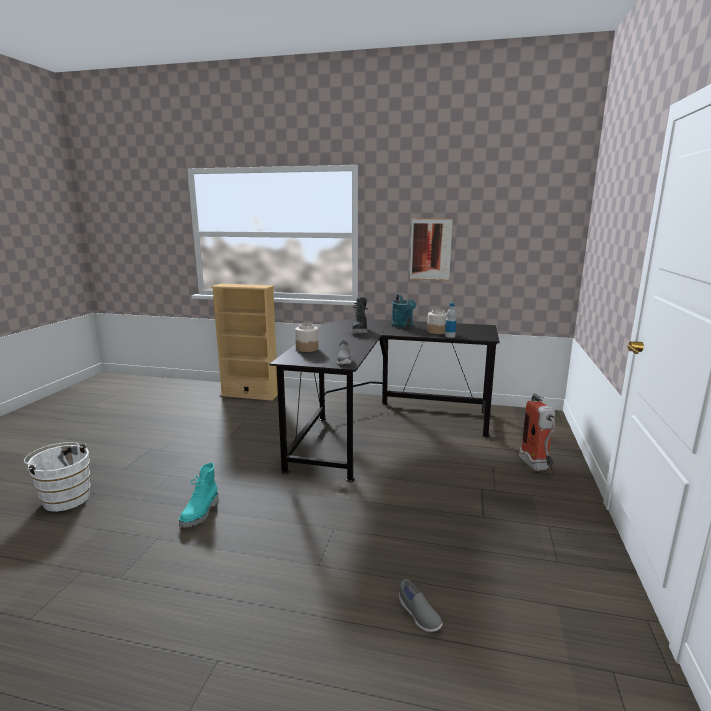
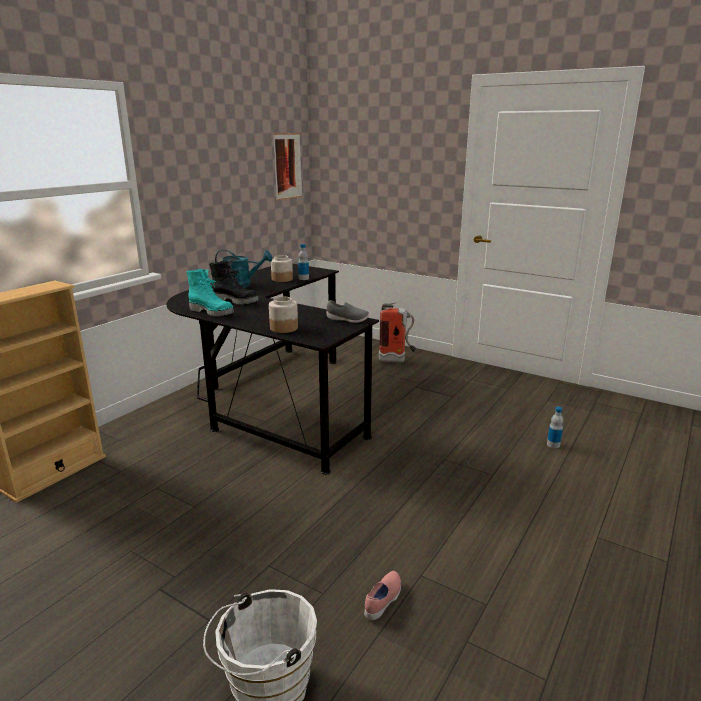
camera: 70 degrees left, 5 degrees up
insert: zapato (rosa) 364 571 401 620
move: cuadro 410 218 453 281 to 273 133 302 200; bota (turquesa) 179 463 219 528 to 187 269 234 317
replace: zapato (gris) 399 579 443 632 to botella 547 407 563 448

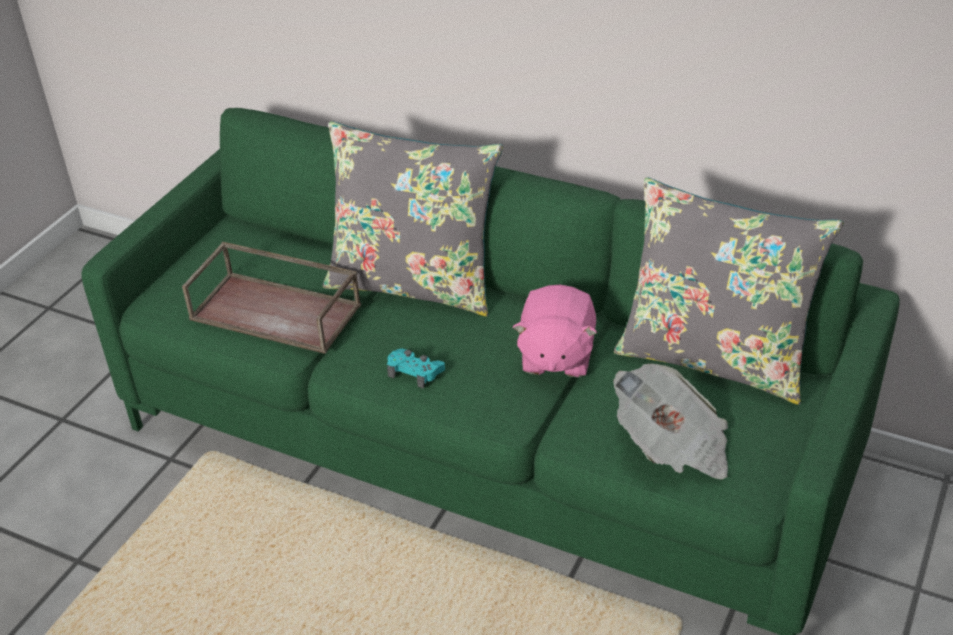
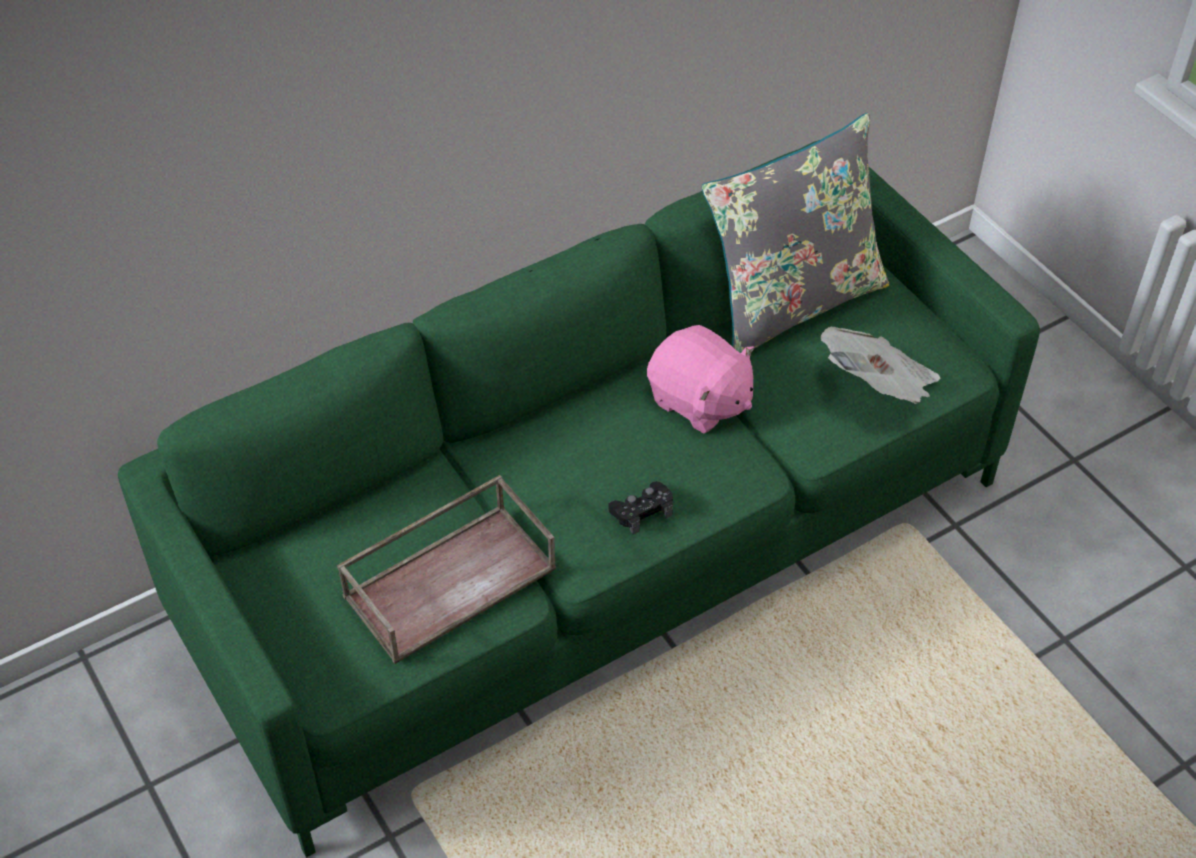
camera: 60 degrees left, 10 degrees up
delete: cojín (gris) 323 121 503 316
recolor: mando de consola (turquesa) 387 348 445 389 to mando de consola (negro) 608 481 673 534

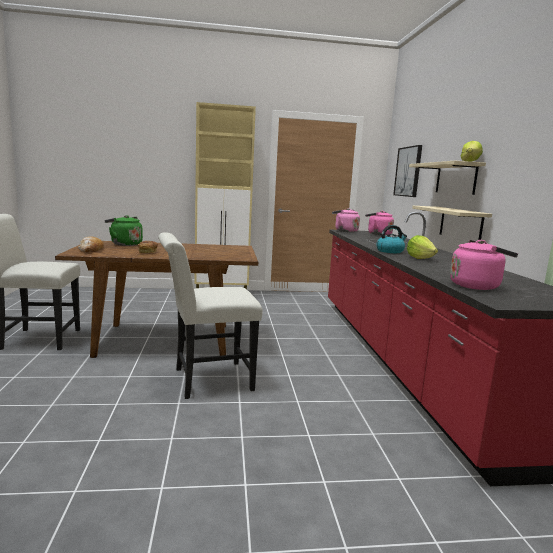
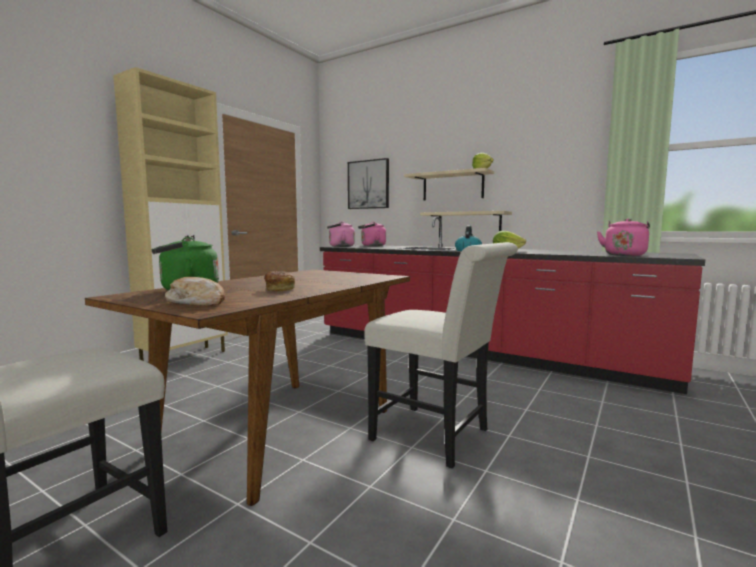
camera: 50 degrees left, 5 degrees down
rotate: silla (blanco) 158 232 262 399 = 364 242 518 468 75 degrees counterclockwise

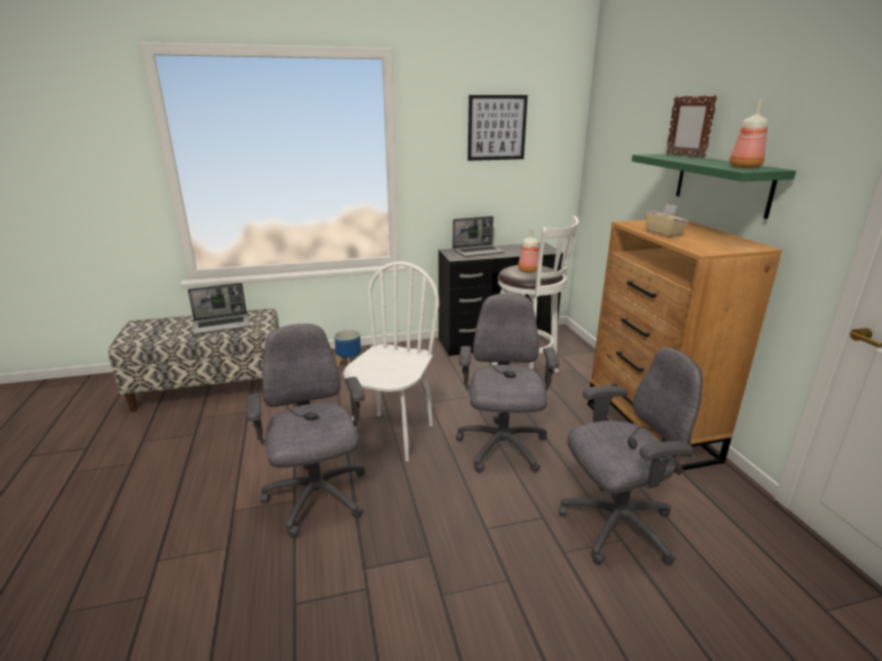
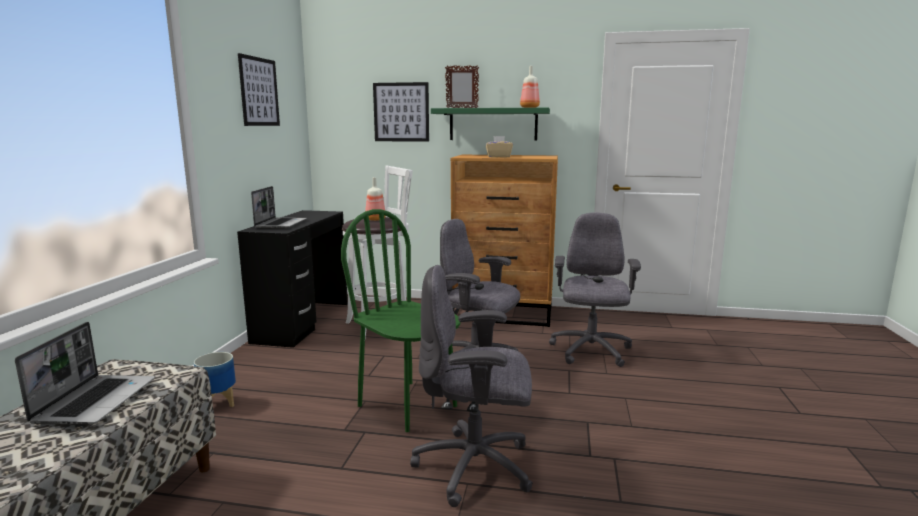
camera: 65 degrees left, 10 degrees down
insert: cuadro 373 82 429 142
recolor: silla (blanco) 343 261 439 462 to silla (verde) 341 209 461 432

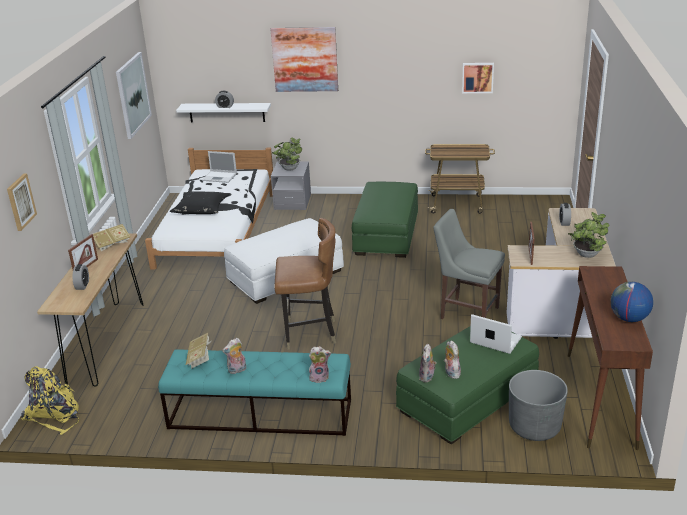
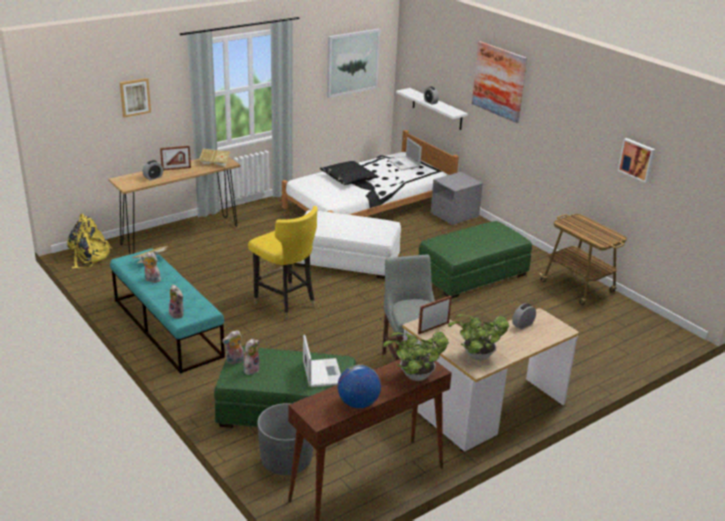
camera: 45 degrees right, 0 degrees up
move: planta en maceta 272 138 302 171 to 383 332 449 381
recolor: silla (marrón) 275 218 336 349 to silla (amarillo) 248 206 317 320

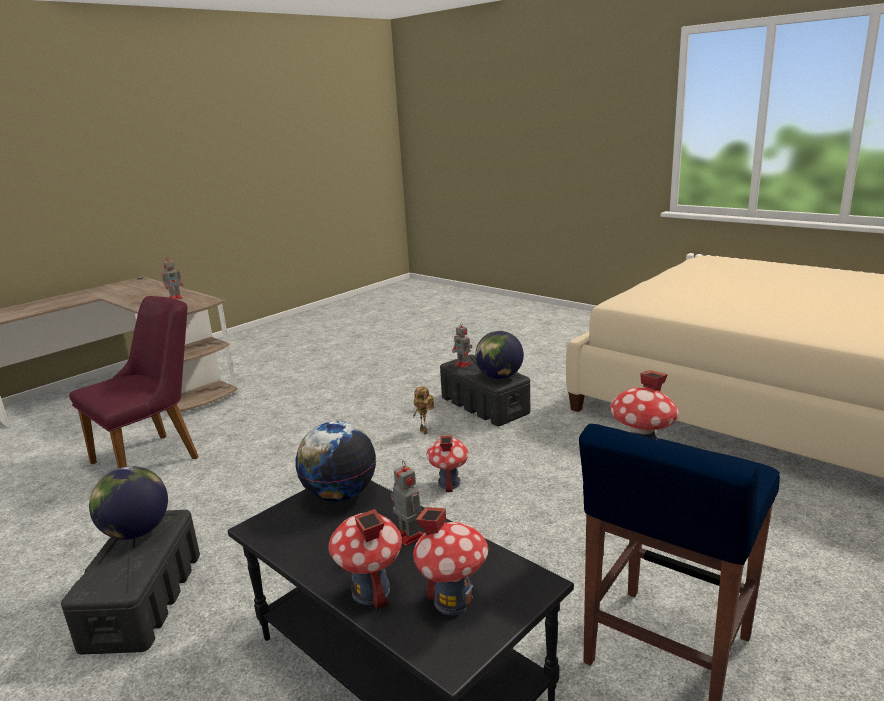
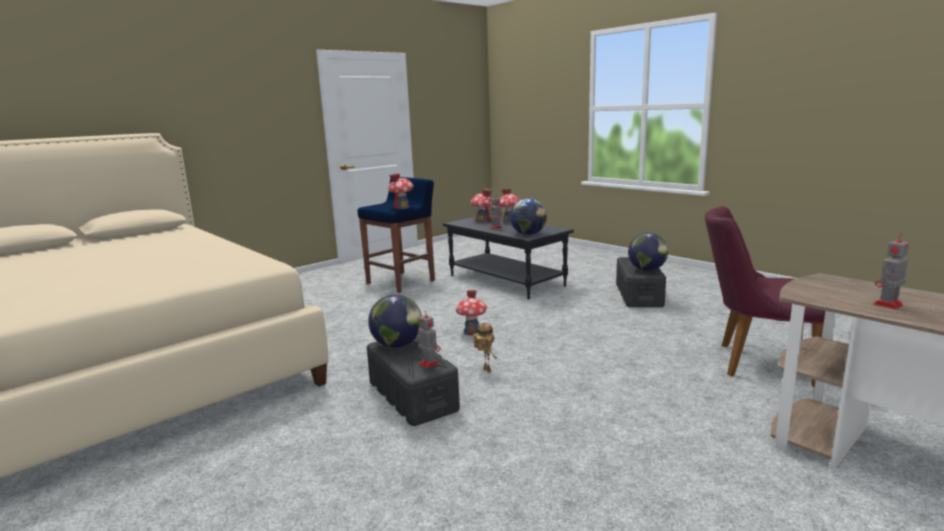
camera: 175 degrees left, 5 degrees down
rotate: silla (morado) 69 296 199 468 = 705 206 825 387 60 degrees clockwise

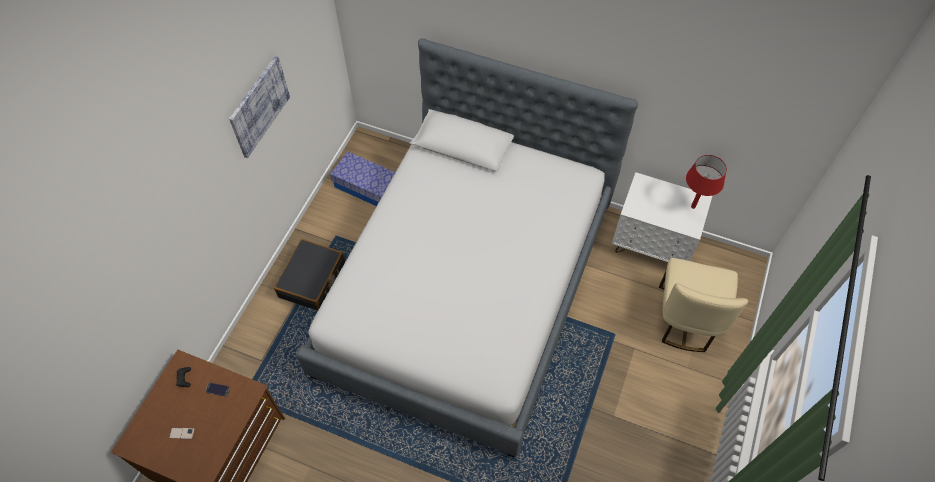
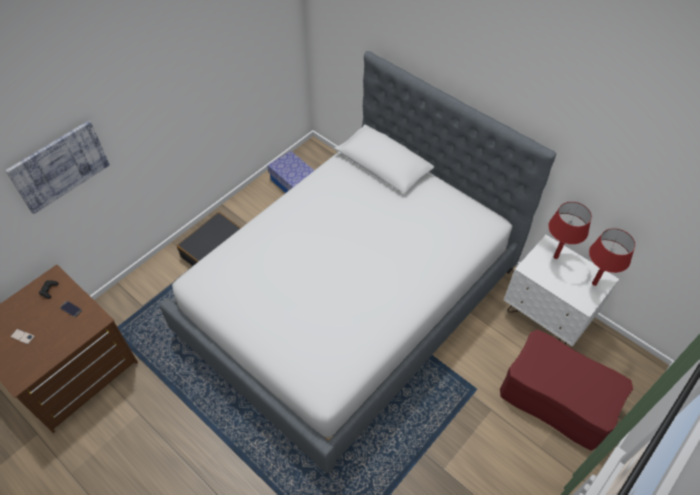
camera: 20 degrees right, 5 degrees down
insert: lámpara de mesa (rojo) 548 202 592 259
move: cuadro 229 56 290 158 to 5 121 110 214
replace: silla (beis) 659 258 748 352 to puf (rojo) 500 330 633 451

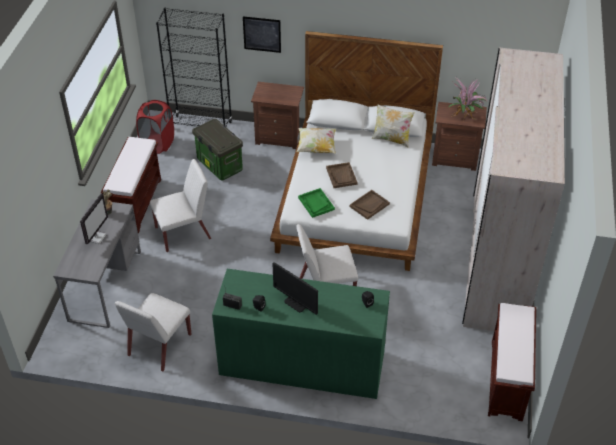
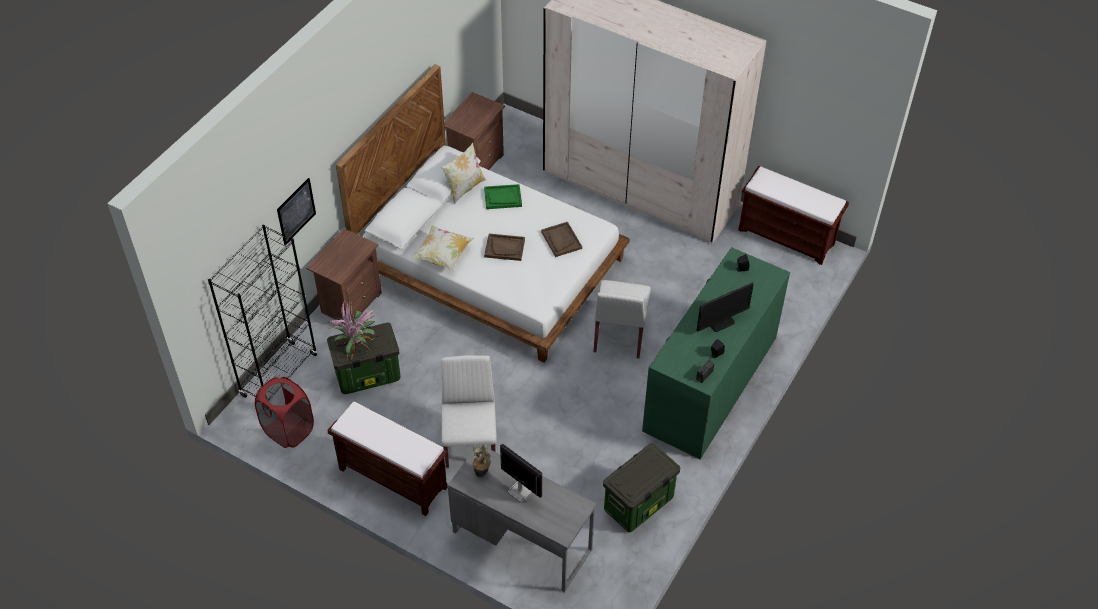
camera: 70 degrees left, 5 degrees up
move: planta en maceta 448 76 487 119 to 325 301 375 359; bandeja (verde) 298 188 335 218 to 484 184 522 209
replace: silla (blanco) 115 293 192 371 to caja de almacenaje 603 443 680 532

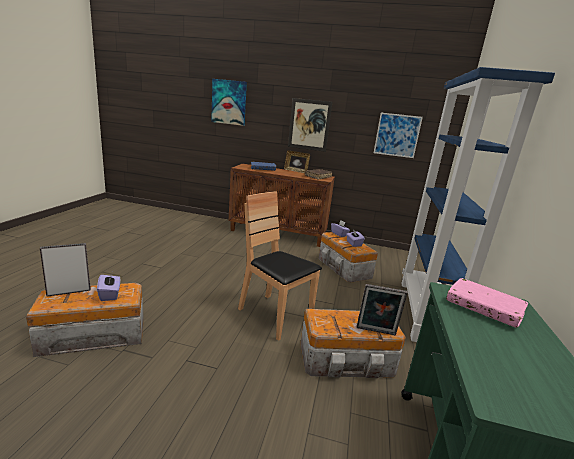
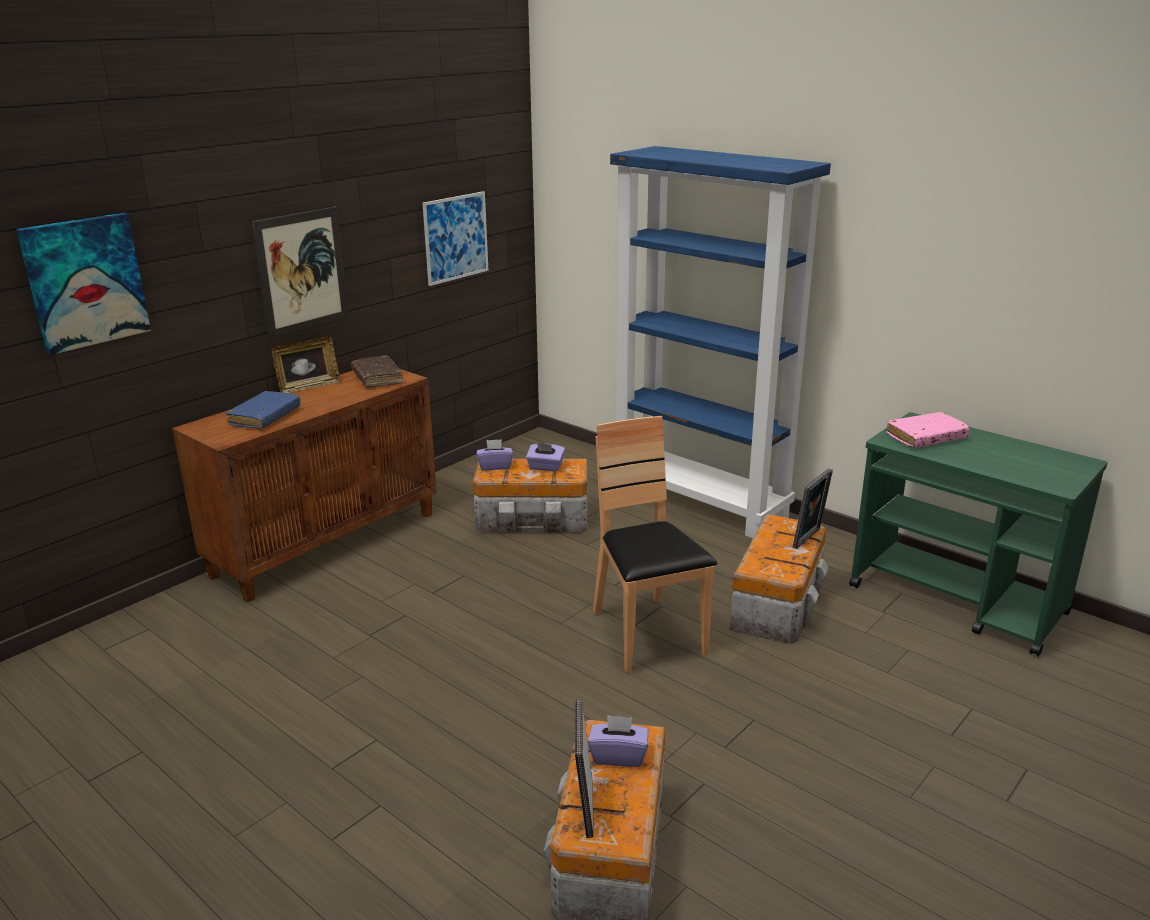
camera: 60 degrees left, 5 degrees up
rotate: silla (marrón) 238 191 322 341 = 593 416 717 673 90 degrees clockwise

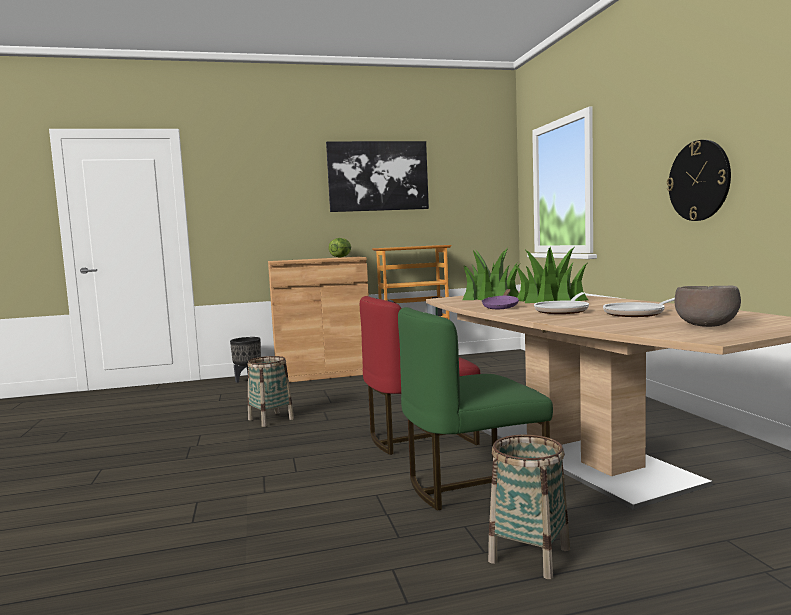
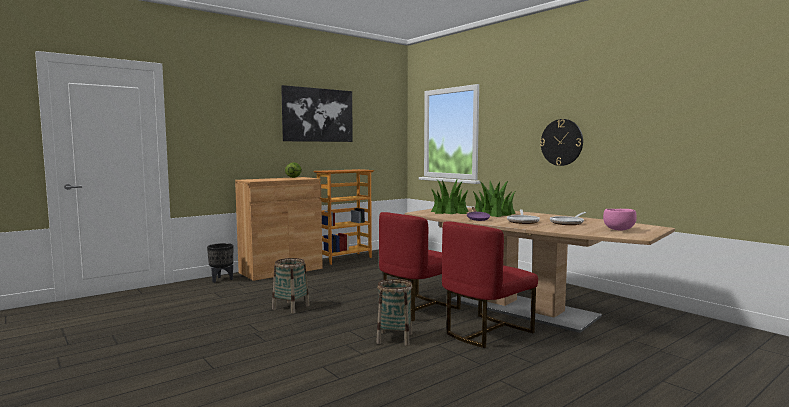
camera: 25 degrees left, 0 degrees up
move: cesta 488 435 570 579 to 376 279 412 346
recolor: cuenco (marrón) 675 285 741 327 to cuenco (rosa) 603 209 637 230; silla (verde) 398 307 553 511 to silla (rojo) 442 221 538 348

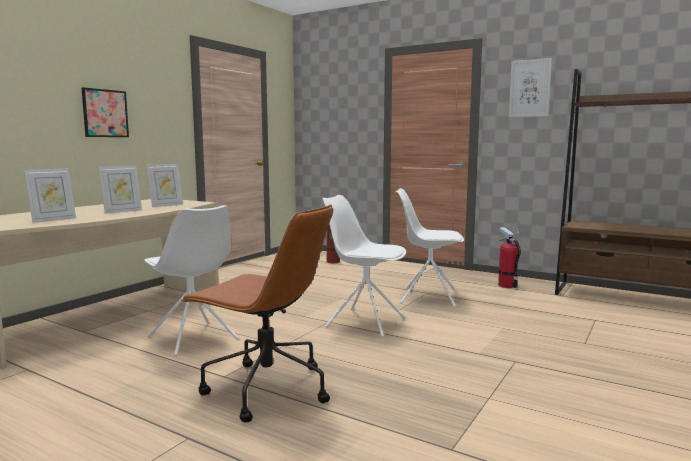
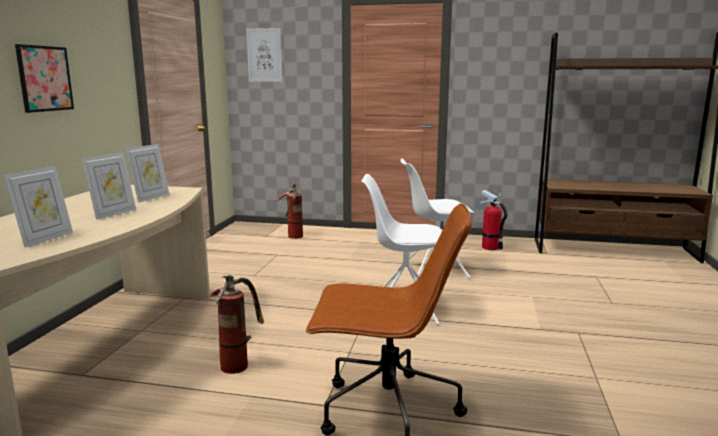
camera: 20 degrees left, 5 degrees up
move: cuadro 509 58 552 117 to 246 28 283 82
replace: silla (blanco) 145 205 239 356 to extintor 209 275 264 374

